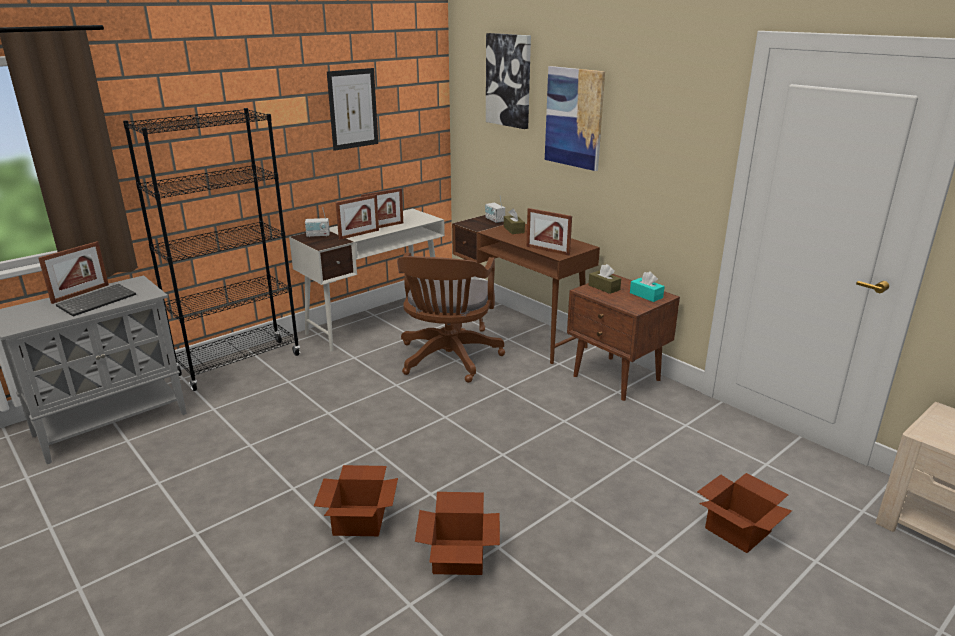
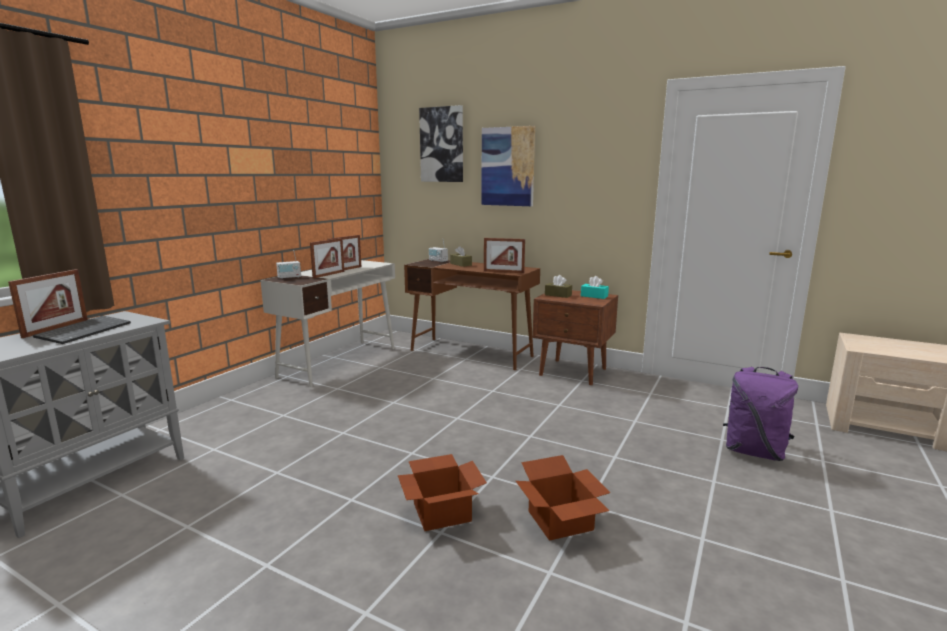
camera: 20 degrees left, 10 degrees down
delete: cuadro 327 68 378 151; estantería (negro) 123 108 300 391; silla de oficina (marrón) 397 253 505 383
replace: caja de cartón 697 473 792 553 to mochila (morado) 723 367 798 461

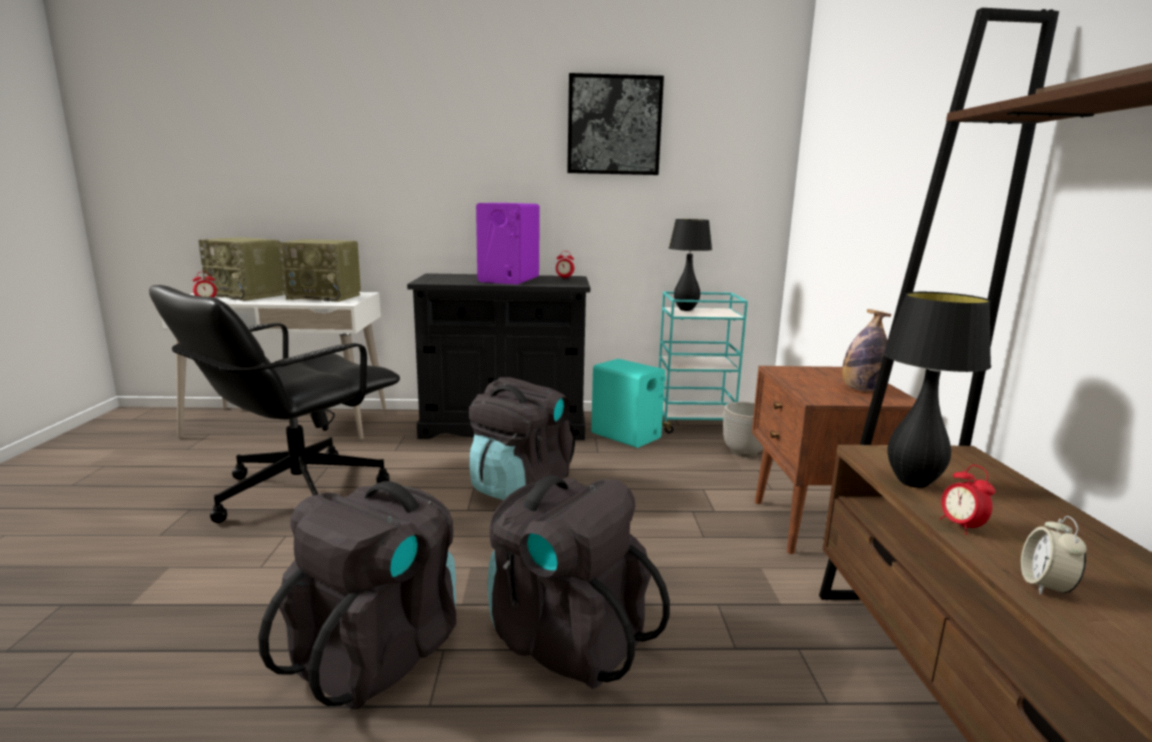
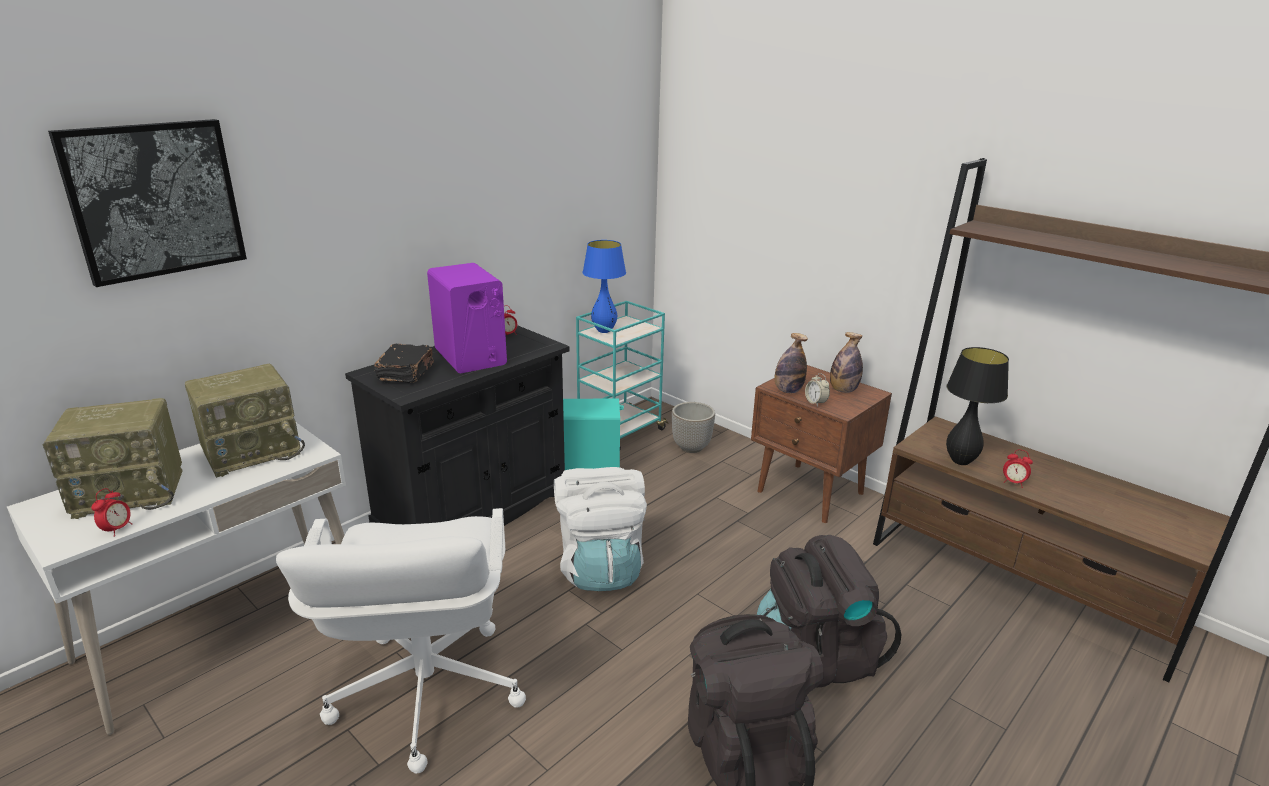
camera: 45 degrees left, 10 degrees up
insert: botella 775 333 808 393; libro (negro) 374 344 434 383
move: cuadro 567 73 664 175 to 48 119 247 287; despertador 1021 516 1087 595 to 805 373 830 407
recolor: lámpara de mesa (negro) 669 219 712 311 to lámpara de mesa (azul) 582 240 626 333; silla de oficina (negro) 149 285 400 523 to silla de oficina (blanco) 276 508 526 774; mochila (negro) 469 377 575 500 to mochila (blanco) 554 467 647 591

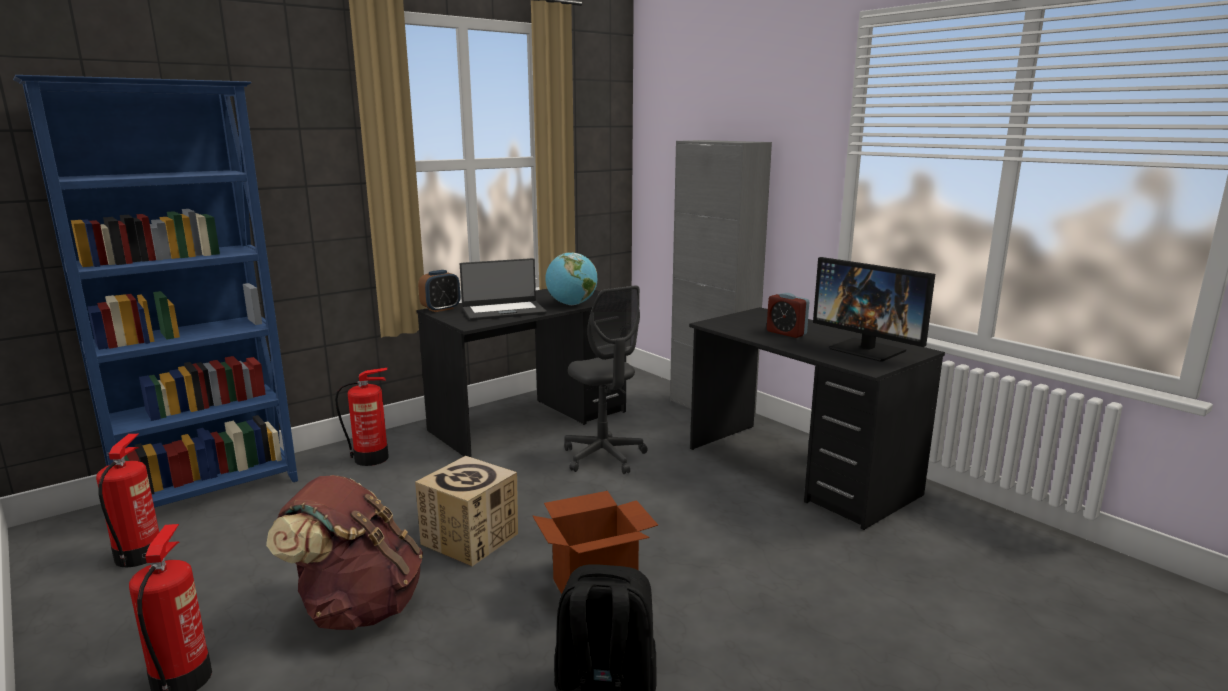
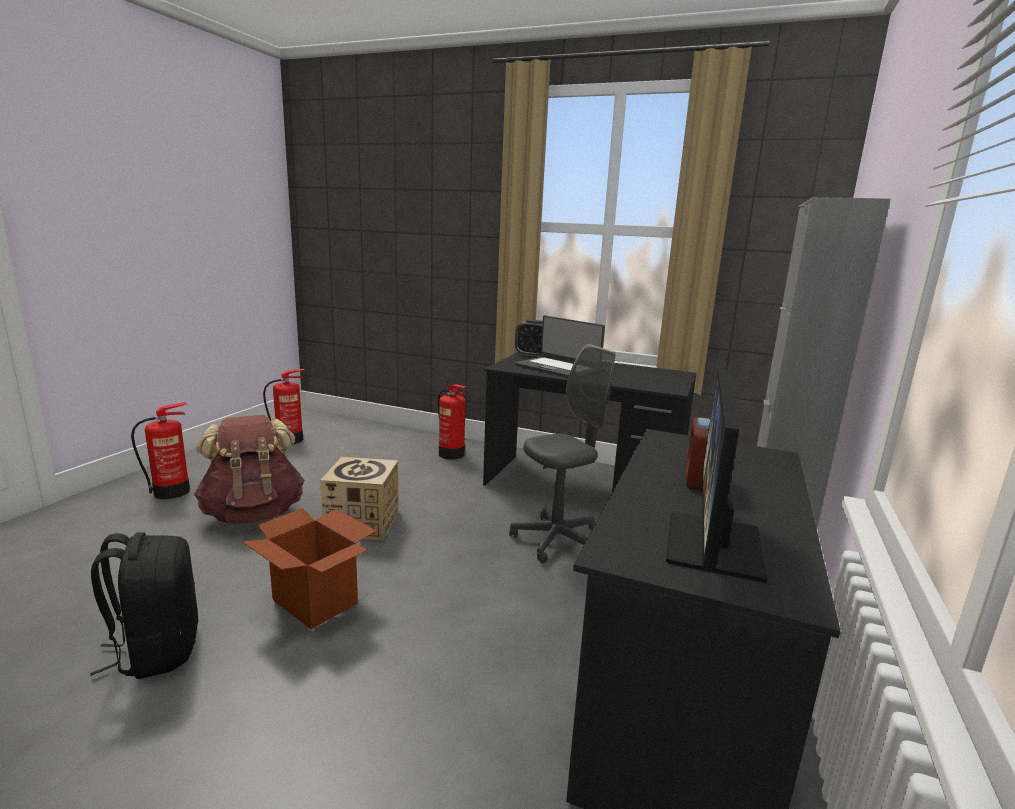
camera: 60 degrees right, 0 degrees up
delete: estantería (azul) 13 75 298 508; globo terráqueo 545 253 597 305
rotate: silla de oficina (gris) 564 285 648 474 = 509 344 615 564 150 degrees counterclockwise

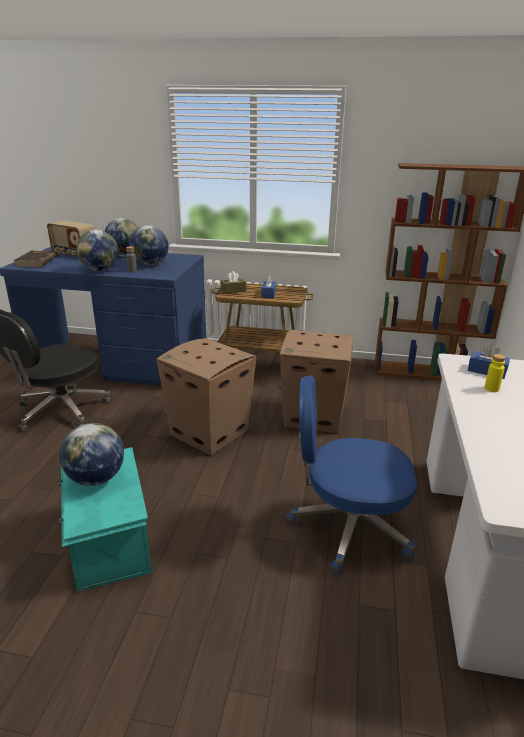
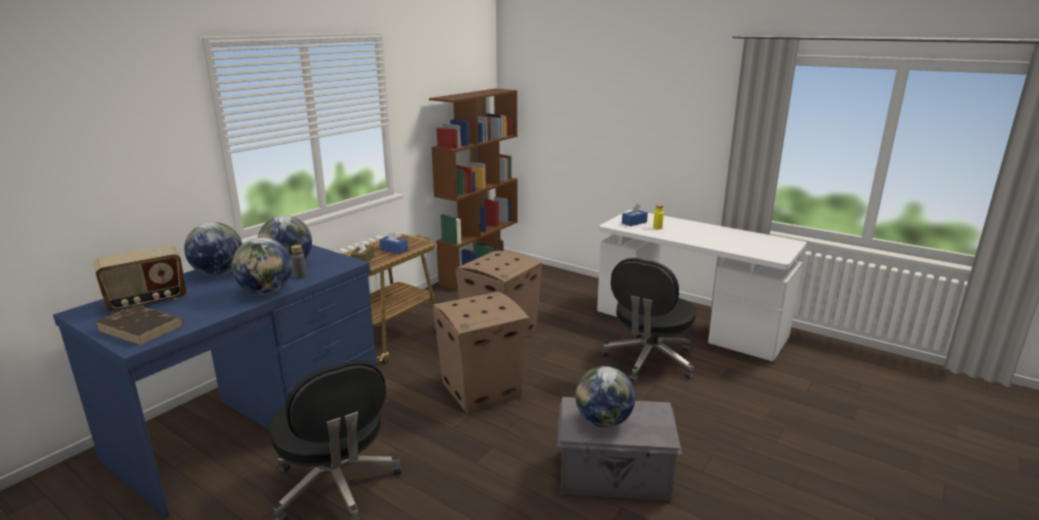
camera: 65 degrees left, 5 degrees down
recolor: silla de oficina (azul) 286 375 417 574 to silla de oficina (negro) 602 258 696 383; caja de almacenaje (turquesa) 59 447 152 592 to caja de almacenaje (gris) 557 397 682 501

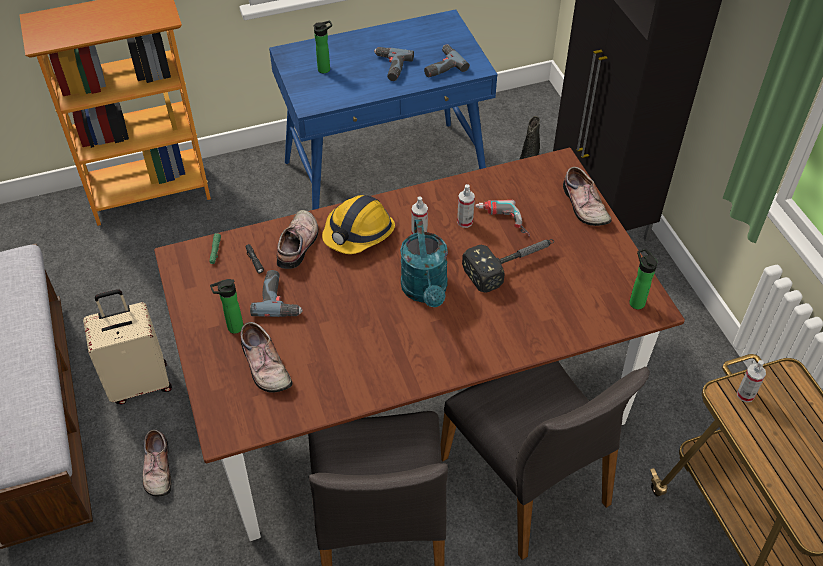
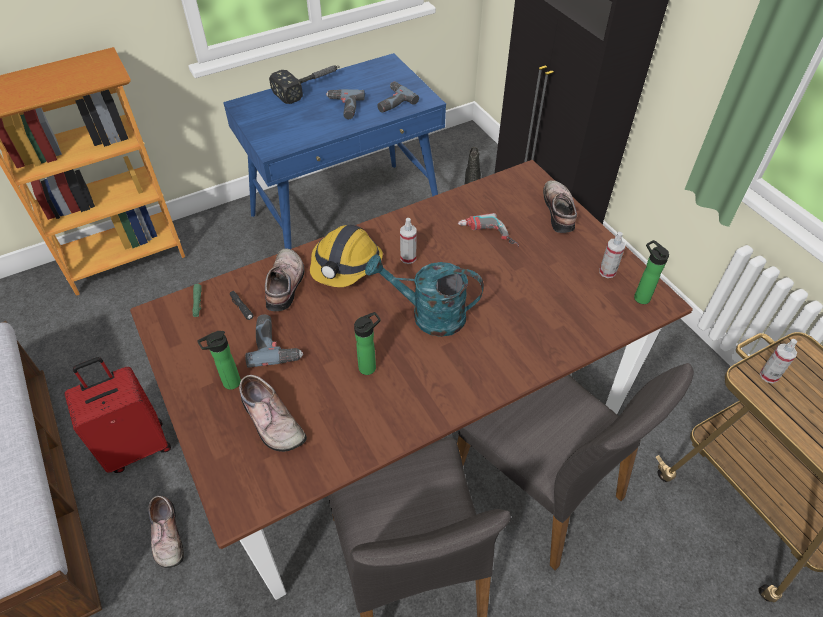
camera: 10 degrees left, 0 degrees up
move: botella 313 20 332 73 to 354 312 381 375; pulverizador 457 184 475 228 to 599 232 625 278; martillo 462 239 554 293 to 269 65 340 104
recolor: maleta (beis) 83 289 172 404 to maleta (rojo) 64 357 171 473
rotate: zapato 563 167 611 226 = 543 180 577 233 150 degrees counterclockwise; regadera (turquesa) 400 219 448 307 = 365 254 484 337 120 degrees clockwise

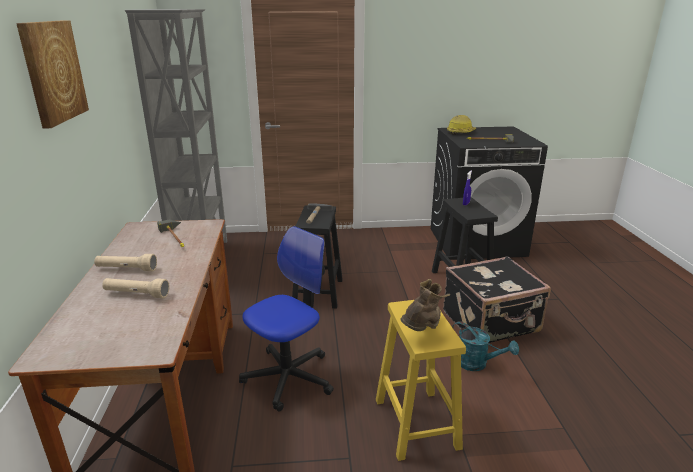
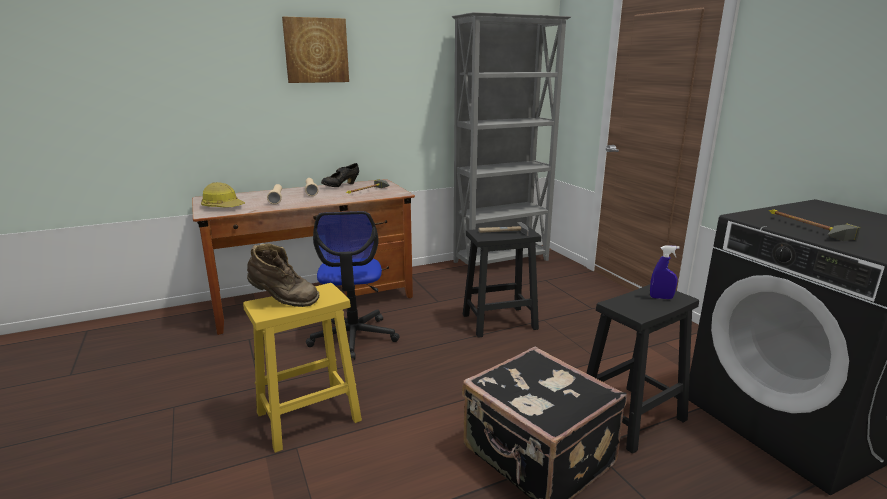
camera: 70 degrees right, 5 degrees down
delete: regadera (turquesa) 452 321 519 371
insert: zapato (negro) 321 163 359 187
move: casco 447 115 476 135 to 201 182 245 208
rotate: silla de oficina 239 226 334 412 = 306 211 400 360 60 degrees clockwise

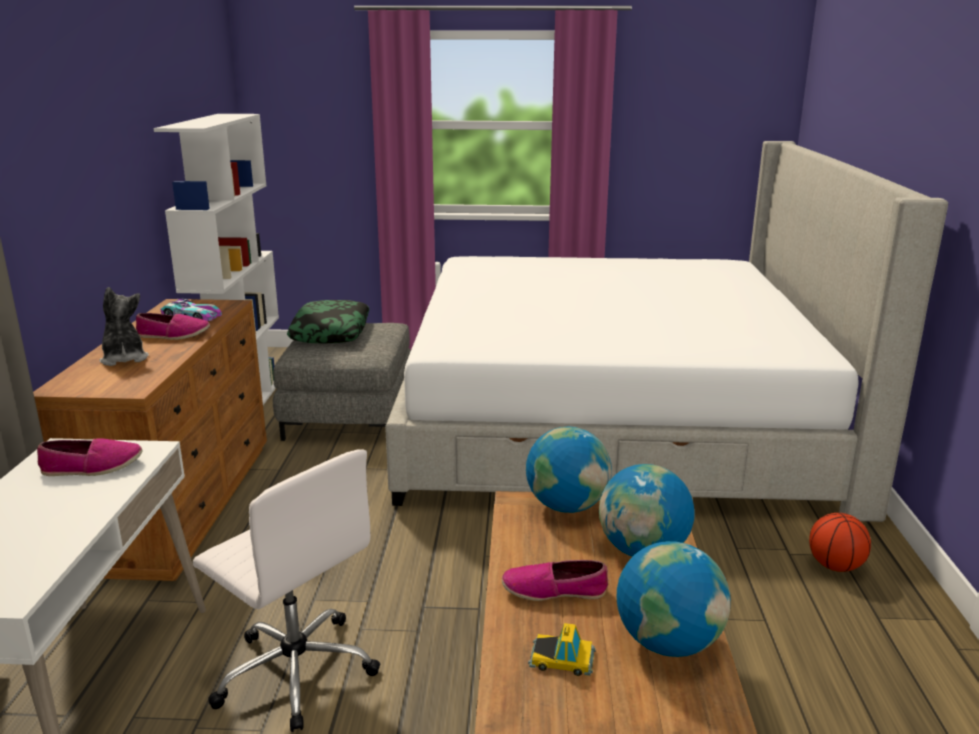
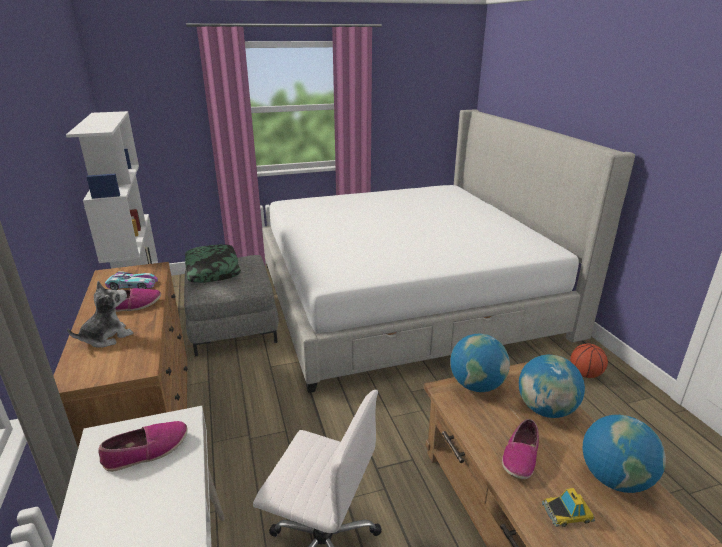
camera: 20 degrees left, 5 degrees up
rotate: peluche 99 287 149 366 = 67 281 133 348 90 degrees clockwise; zapato 502 560 608 601 = 502 419 539 479 45 degrees counterclockwise

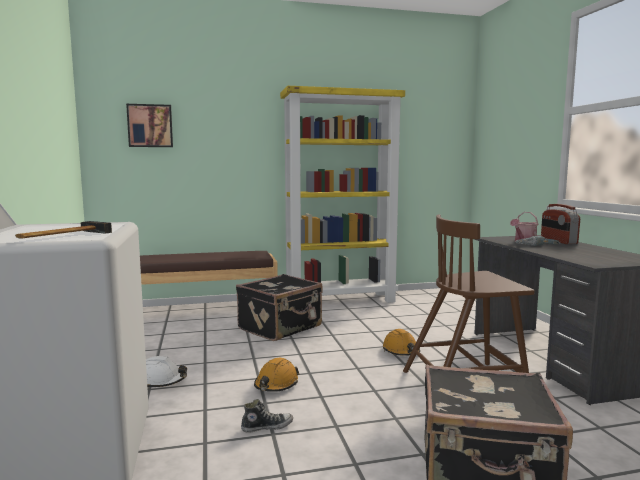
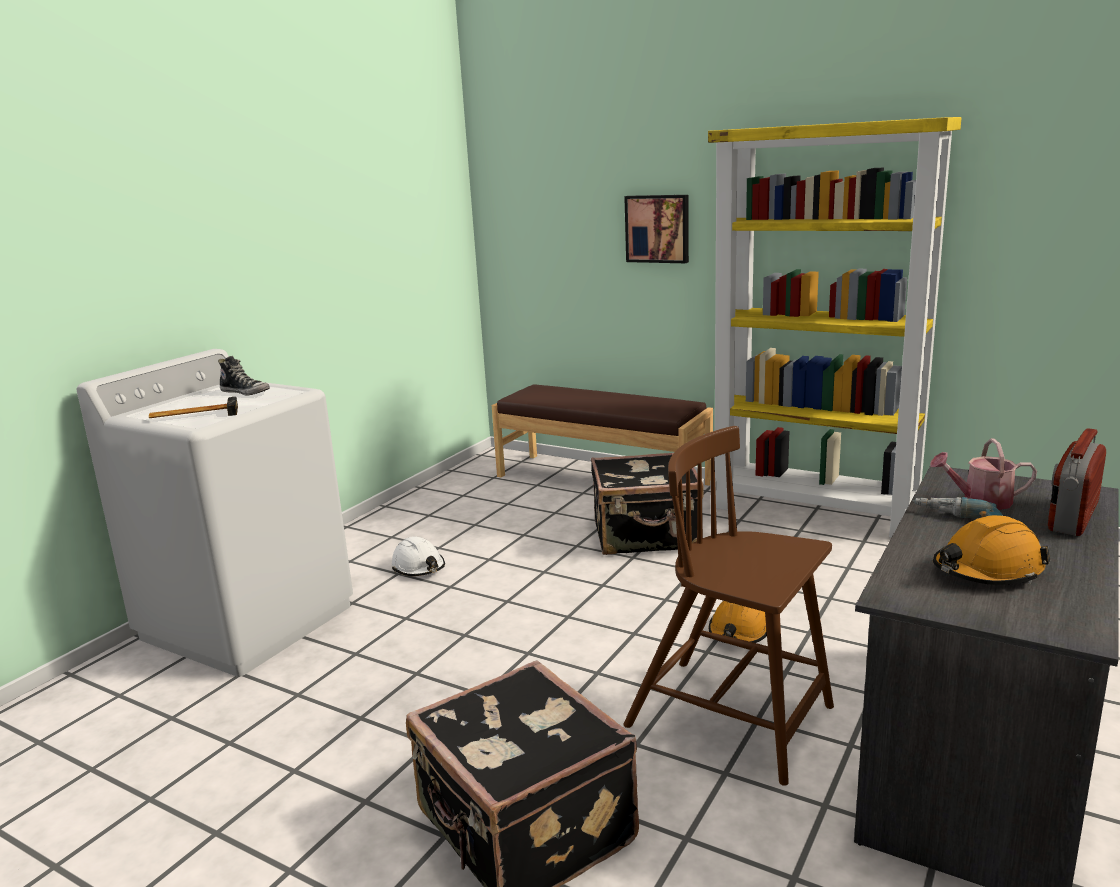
camera: 45 degrees right, 10 degrees up
move: cuadro 126 104 173 147 to 624 195 689 263; casco (naranja) 254 358 300 391 to 933 515 1050 585; zapato 241 399 293 433 to 218 356 270 396

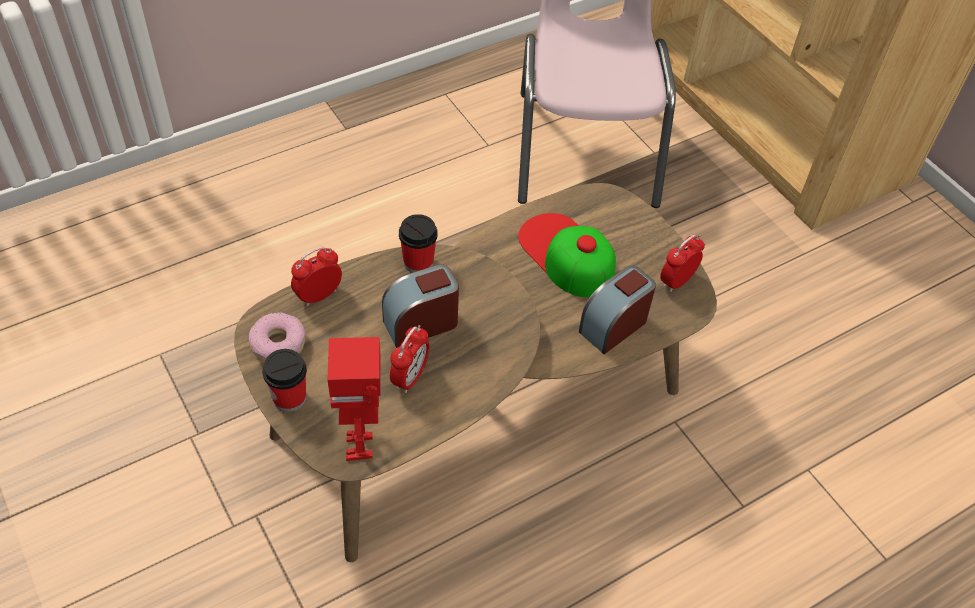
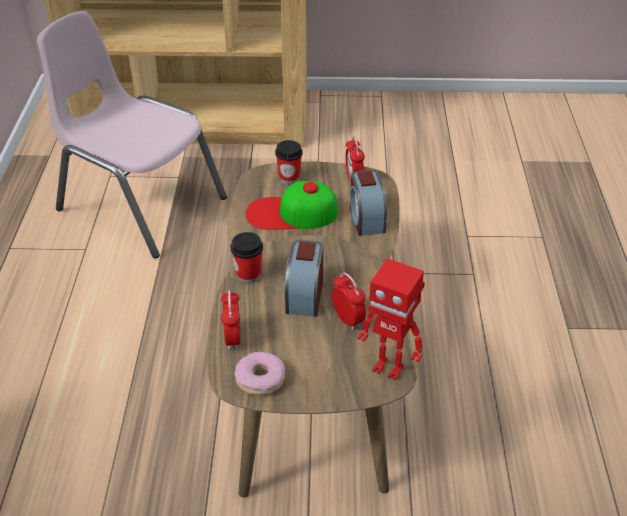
camera: 55 degrees left, 10 degrees down
move: taza 262 349 307 412 to 275 140 302 184

